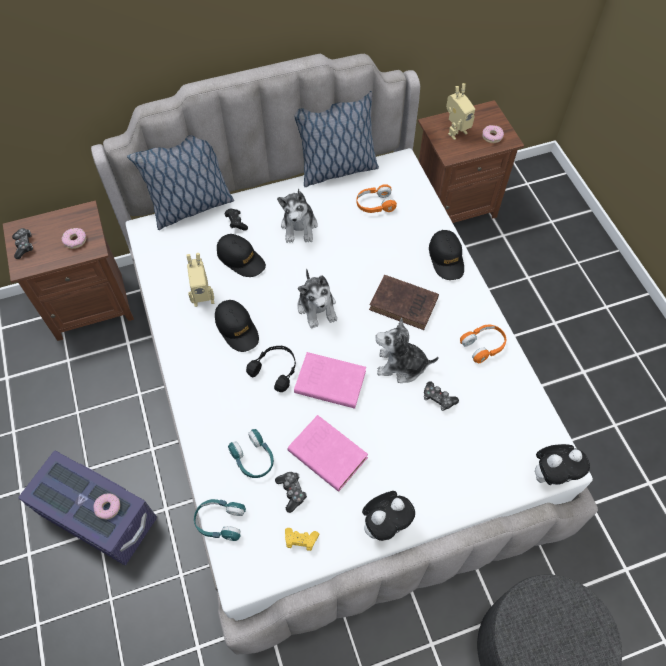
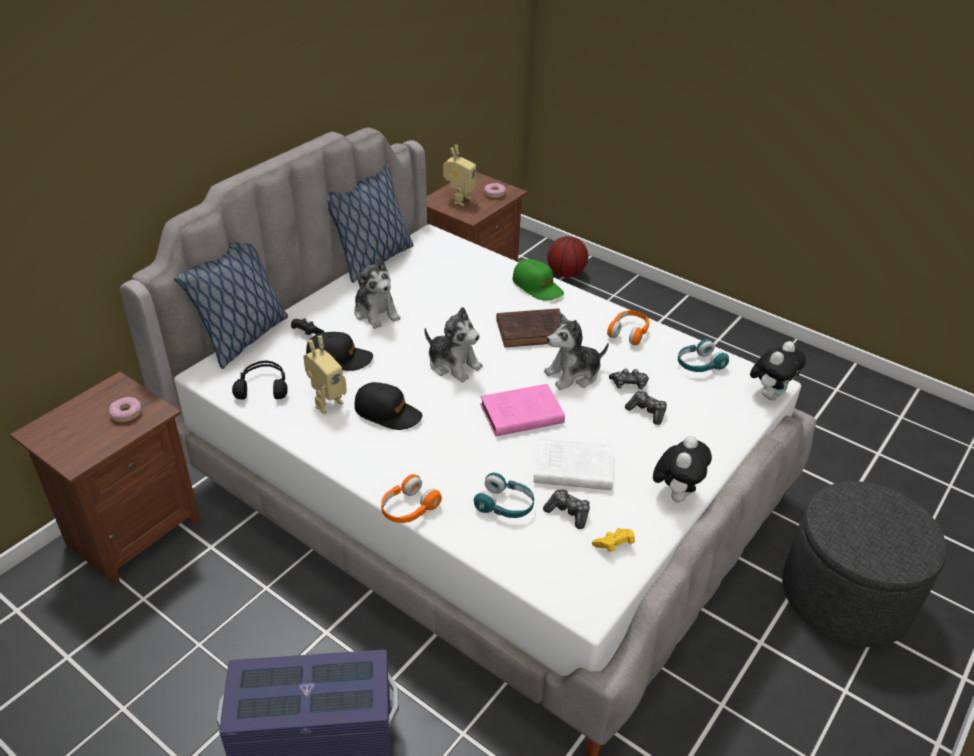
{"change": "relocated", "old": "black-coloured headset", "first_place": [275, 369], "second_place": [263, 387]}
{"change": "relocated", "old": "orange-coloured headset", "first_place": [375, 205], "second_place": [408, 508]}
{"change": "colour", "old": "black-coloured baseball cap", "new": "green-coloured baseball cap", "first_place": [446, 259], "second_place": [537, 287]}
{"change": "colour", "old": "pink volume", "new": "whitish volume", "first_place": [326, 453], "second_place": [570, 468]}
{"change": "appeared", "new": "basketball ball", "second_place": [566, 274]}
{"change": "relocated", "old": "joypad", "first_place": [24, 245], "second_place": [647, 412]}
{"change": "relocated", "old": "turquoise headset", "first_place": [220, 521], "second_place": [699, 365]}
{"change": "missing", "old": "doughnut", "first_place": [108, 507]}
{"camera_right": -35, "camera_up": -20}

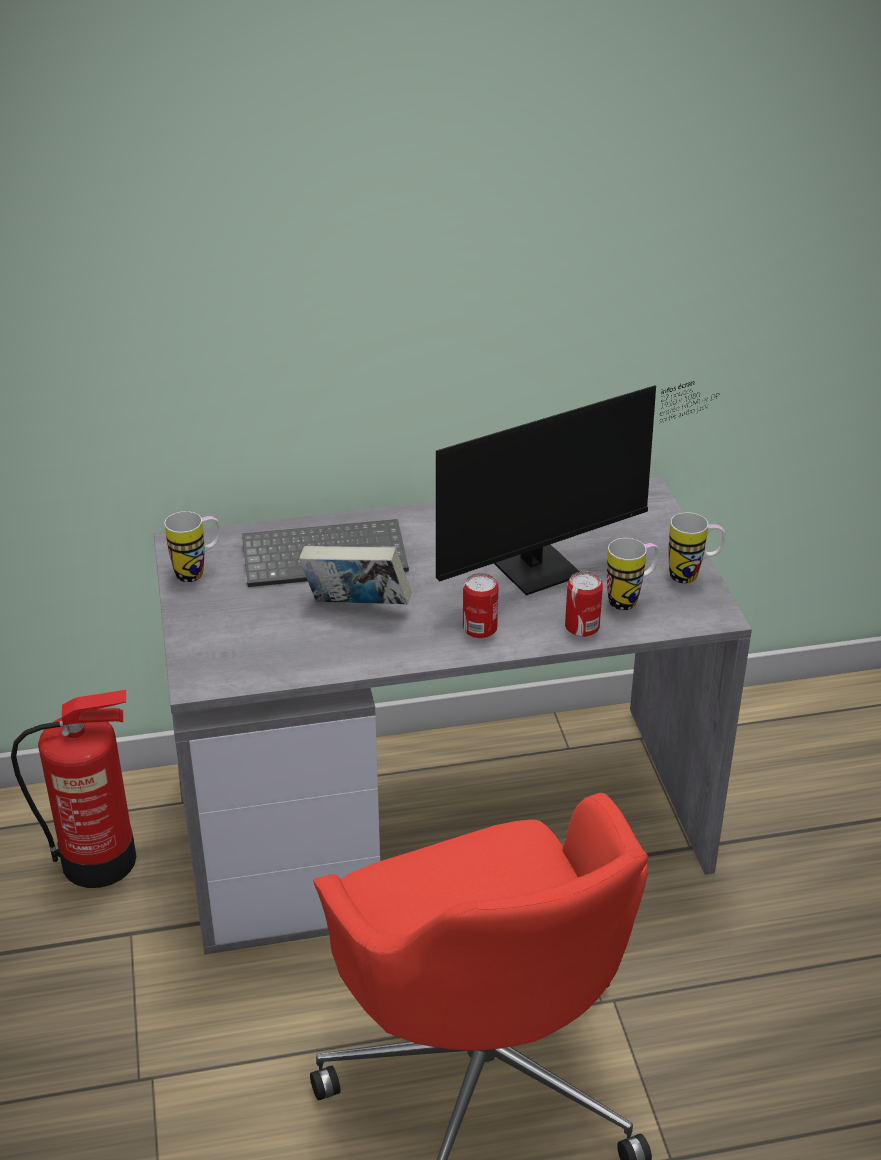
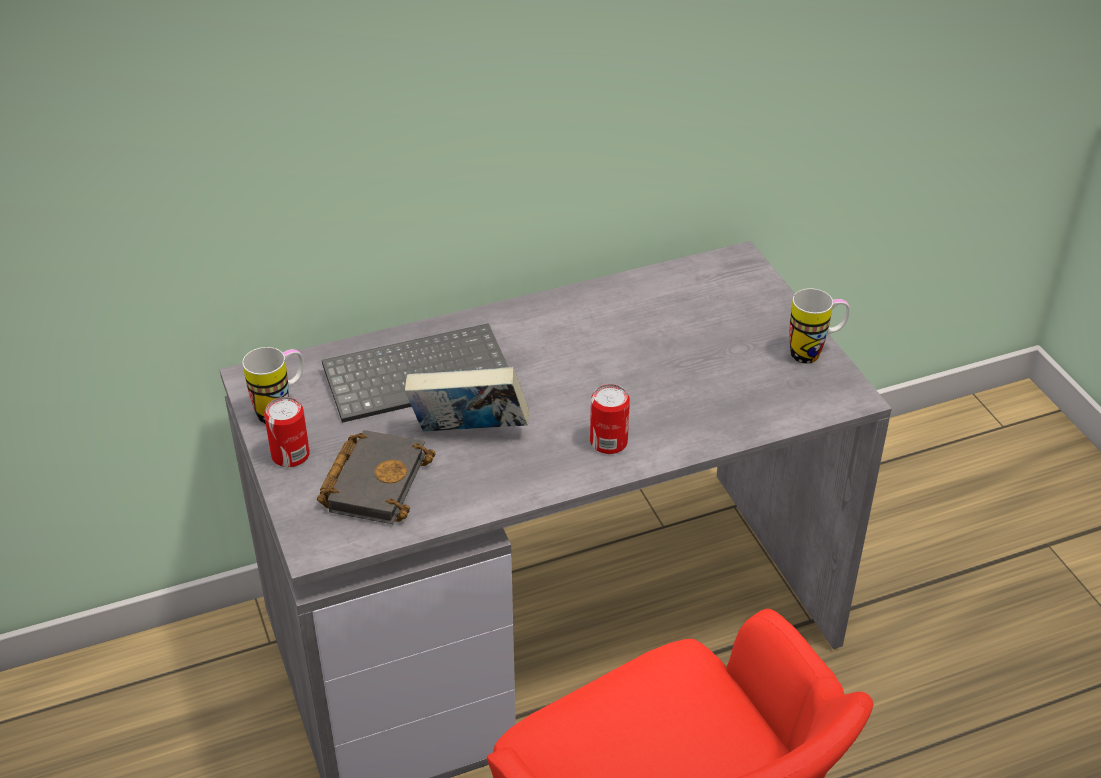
{"change": "relocated", "old": "can", "first_place": [582, 627], "second_place": [290, 455]}
{"change": "appeared", "new": "black-coloured volume", "second_place": [374, 481]}
{"change": "missing", "old": "fire-fighting cylinder", "first_place": [101, 860]}
{"change": "missing", "old": "monitor", "first_place": [549, 566]}
{"change": "missing", "old": "tea mug", "first_place": [630, 599]}
{"camera_right": -10, "camera_up": 5}

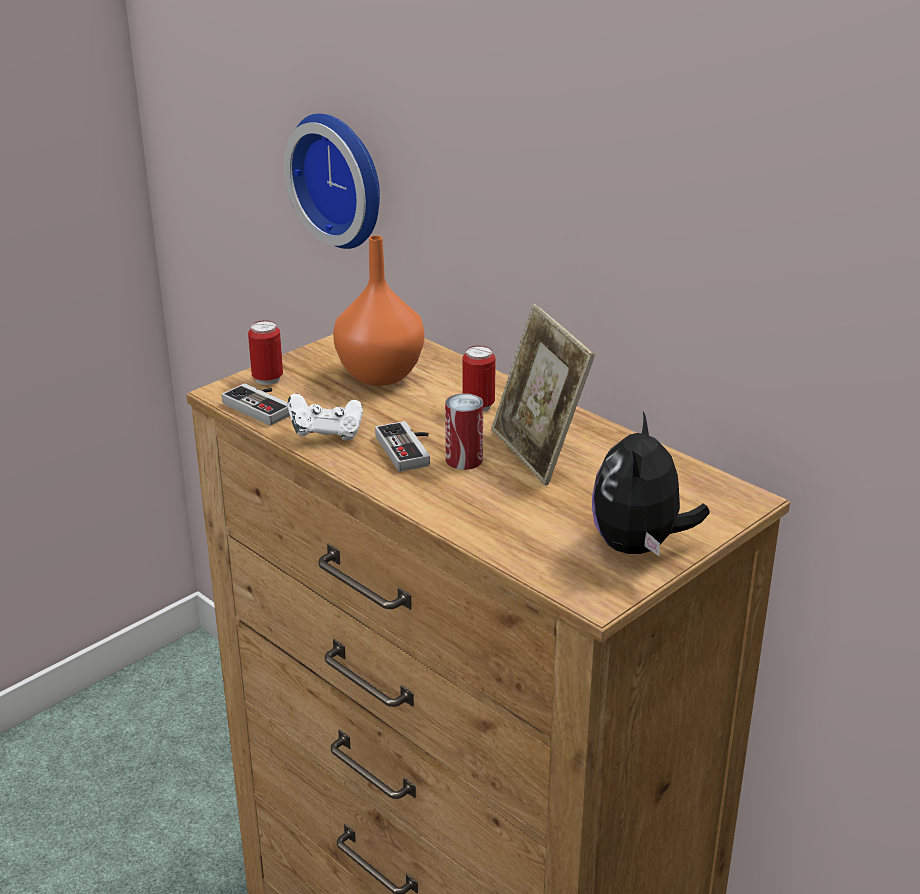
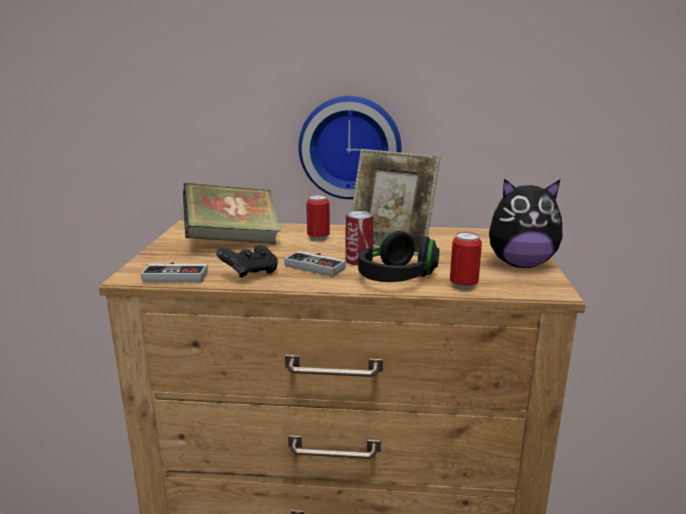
{"change": "exchanged", "old": "orange-coloured flower vase", "new": "volume", "first_place": [380, 376], "second_place": [233, 241]}
{"change": "colour", "old": "whitish joypad", "new": "black-coloured joypad", "first_place": [326, 434], "second_place": [250, 274]}
{"change": "relocated", "old": "clock on the wall", "first_place": [342, 179], "second_place": [350, 147]}
{"change": "appeared", "new": "black-coloured headset", "second_place": [396, 278]}
{"change": "relocated", "old": "can", "first_place": [267, 379], "second_place": [463, 285]}
{"change": "spun", "old": "soft toy", "first_place": [639, 546], "second_place": [520, 264], "degrees": -60}
{"camera_right": -40, "camera_up": -10}

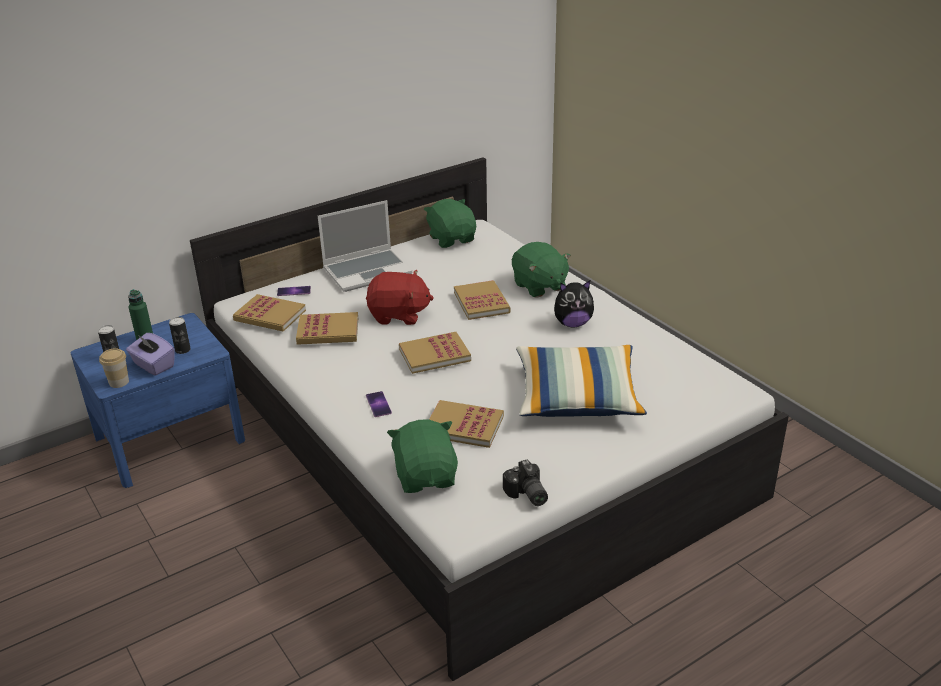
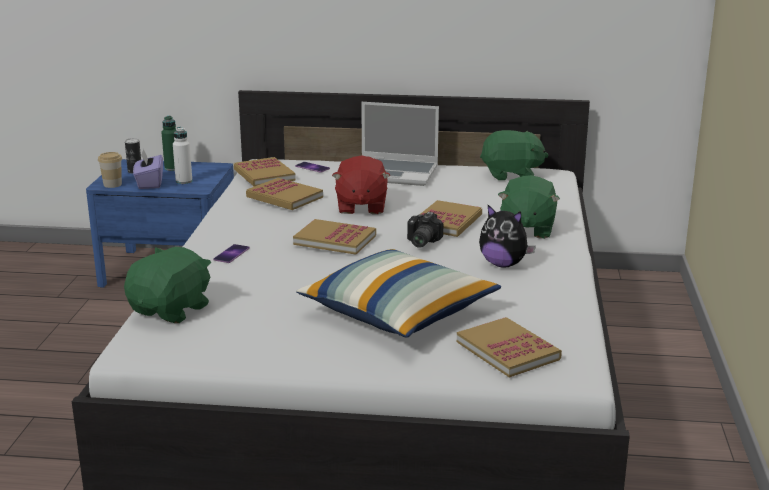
{"change": "exchanged", "old": "can", "new": "whitish bottle", "first_place": [182, 350], "second_place": [184, 181]}
{"change": "spun", "old": "red soft toy", "first_place": [399, 315], "second_place": [360, 207], "degrees": 45}
{"change": "relocated", "old": "still camera", "first_place": [526, 495], "second_place": [420, 242]}
{"change": "relocated", "old": "volume", "first_place": [464, 426], "second_place": [507, 350]}
{"change": "spun", "old": "green-coloured soft toy", "first_place": [452, 239], "second_place": [511, 175], "degrees": 75}
{"camera_right": 40, "camera_up": -10}

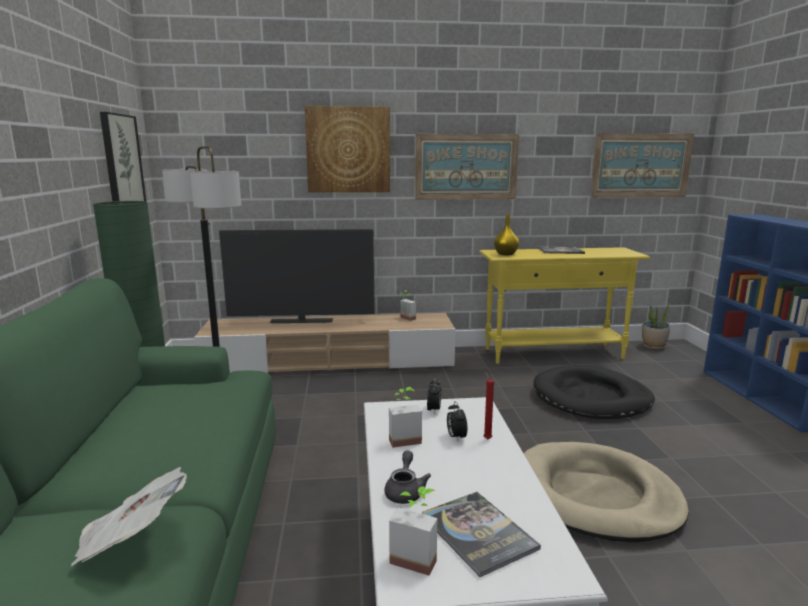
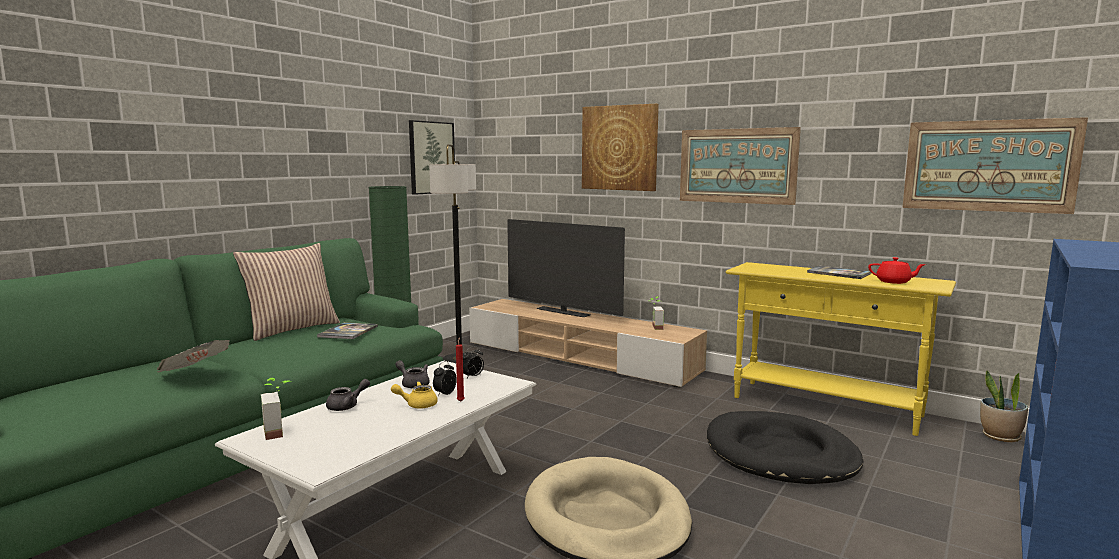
{"change": "appeared", "new": "throw pillow", "second_place": [292, 329]}
{"change": "relocated", "old": "volume", "first_place": [478, 532], "second_place": [348, 332]}
{"change": "appeared", "new": "yellow tea pot", "second_place": [417, 405]}
{"change": "exchanged", "old": "potted plant", "new": "grey tea pot", "first_place": [403, 438], "second_place": [413, 384]}
{"change": "appeared", "new": "red tea pot", "second_place": [894, 282]}
{"change": "missing", "old": "yellow flower vase", "first_place": [505, 254]}
{"camera_right": 40, "camera_up": -5}

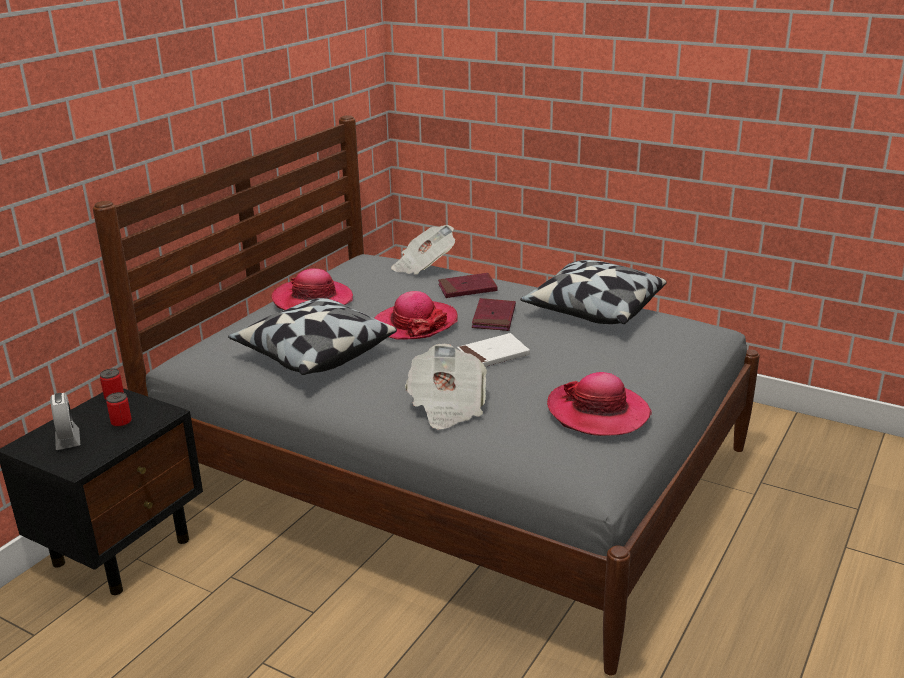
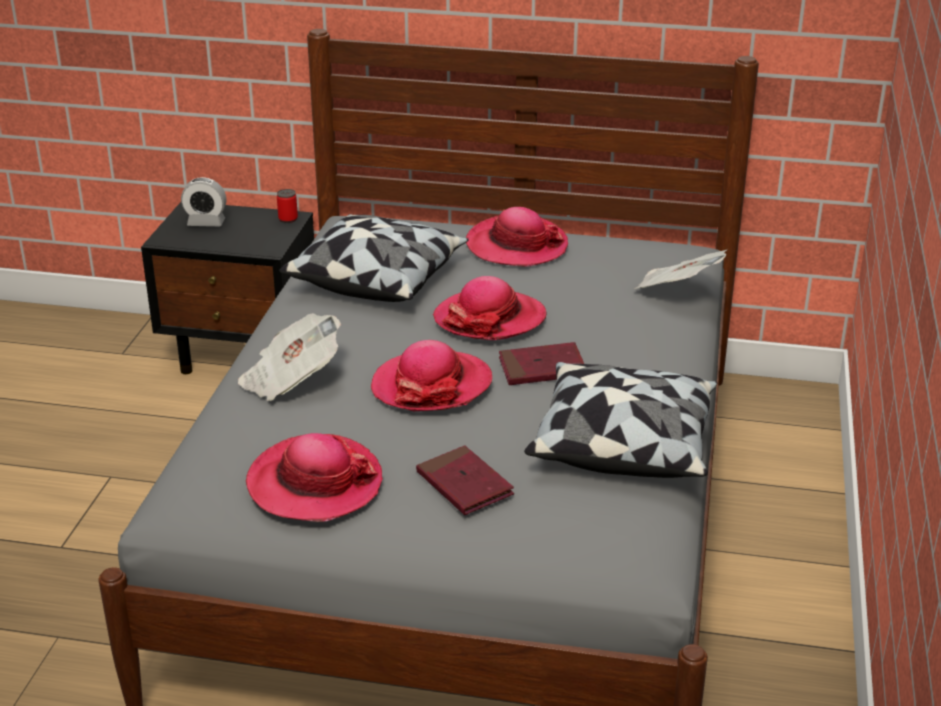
{"change": "spun", "old": "alarm clock", "first_place": [68, 440], "second_place": [206, 223], "degrees": 45}
{"change": "exchanged", "old": "whitish volume", "new": "hat", "first_place": [493, 355], "second_place": [432, 385]}
{"change": "relocated", "old": "red volume", "first_place": [467, 288], "second_place": [464, 484]}
{"change": "missing", "old": "can", "first_place": [121, 423]}
{"camera_right": 70, "camera_up": 5}

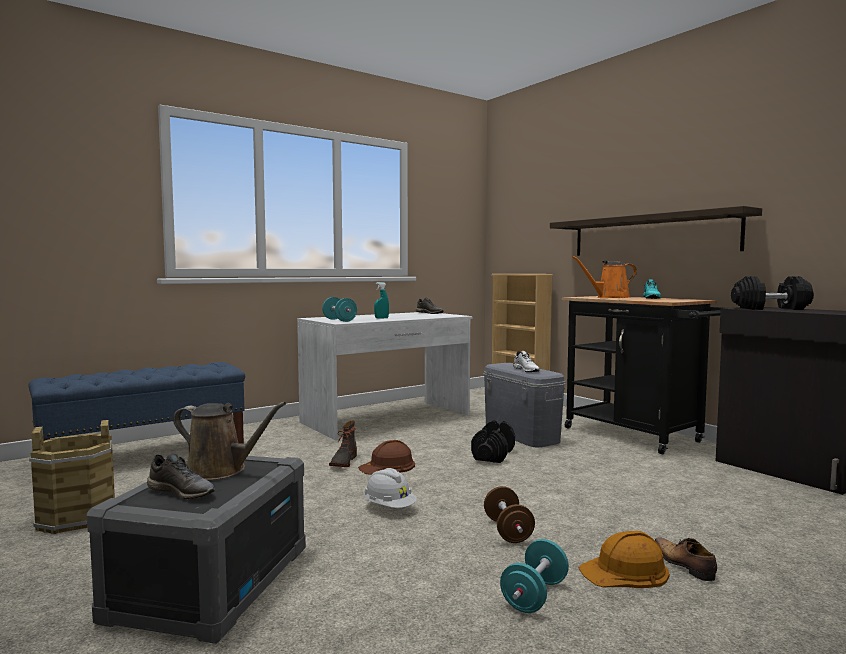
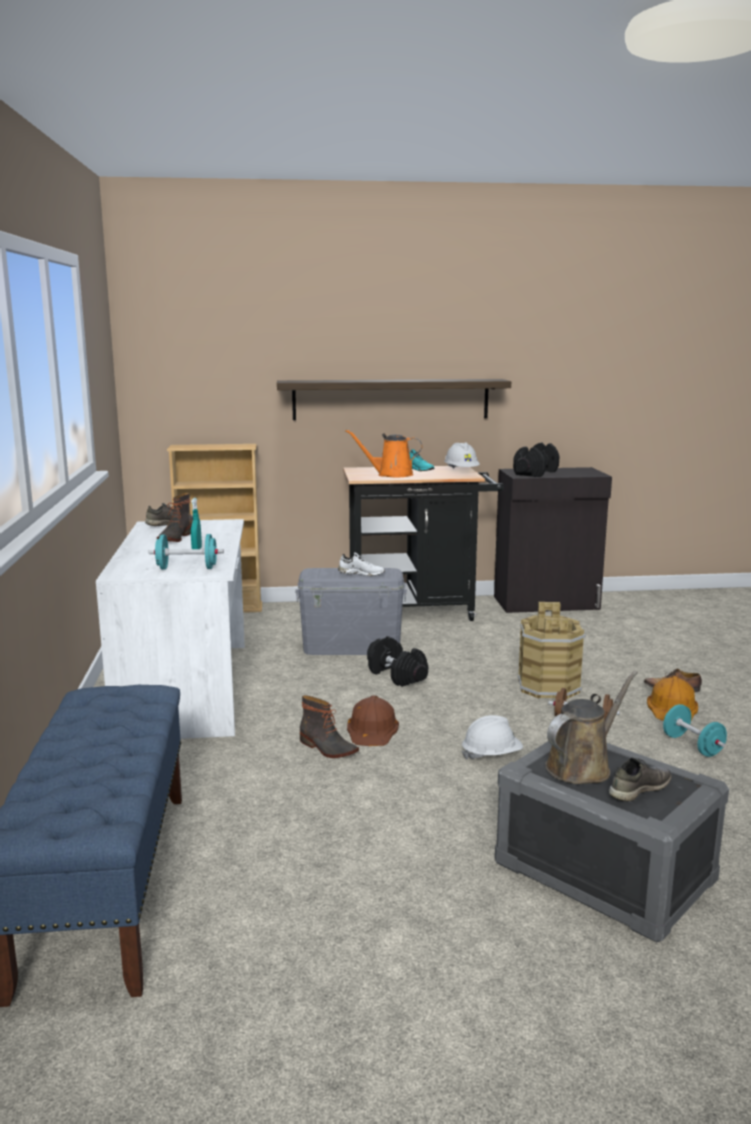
{"change": "appeared", "new": "boot", "second_place": [174, 537]}
{"change": "spun", "old": "orange-coloured watering can", "first_place": [610, 297], "second_place": [391, 475], "degrees": 75}
{"change": "appeared", "new": "whitish work helmet", "second_place": [461, 471]}
{"change": "relocated", "old": "brown-coloured bucket", "first_place": [76, 517], "second_place": [549, 686]}
{"camera_right": -60, "camera_up": 10}

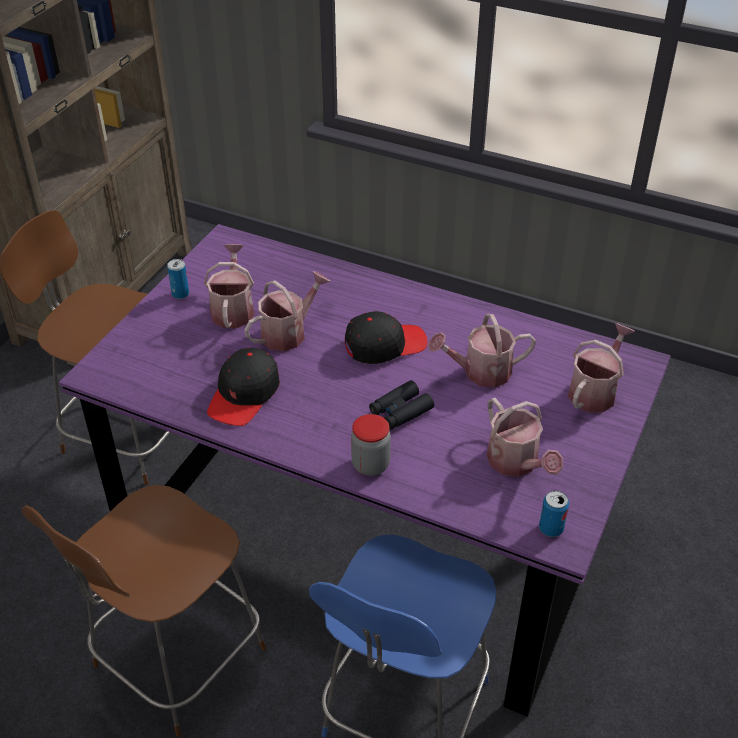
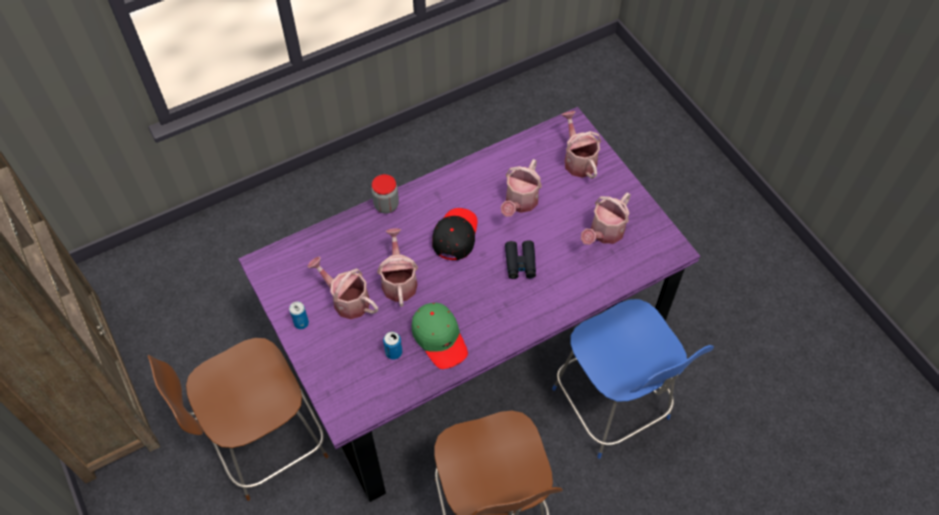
{"change": "relocated", "old": "preserve jar", "first_place": [370, 465], "second_place": [386, 205]}
{"change": "relocated", "old": "can", "first_place": [551, 528], "second_place": [393, 352]}
{"change": "colour", "old": "black-coloured baseball cap", "new": "green-coloured baseball cap", "first_place": [244, 395], "second_place": [439, 338]}
{"change": "spun", "old": "watering can", "first_place": [516, 463], "second_place": [604, 233], "degrees": 120}
{"camera_right": -55, "camera_up": 15}

